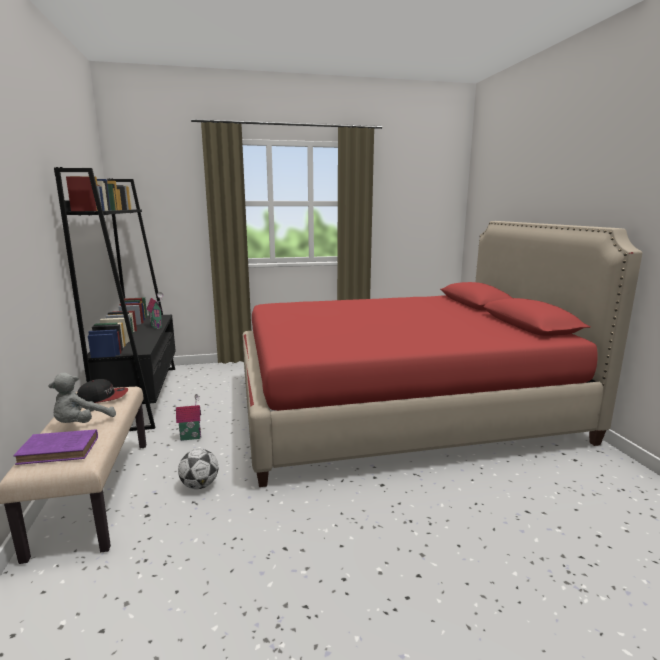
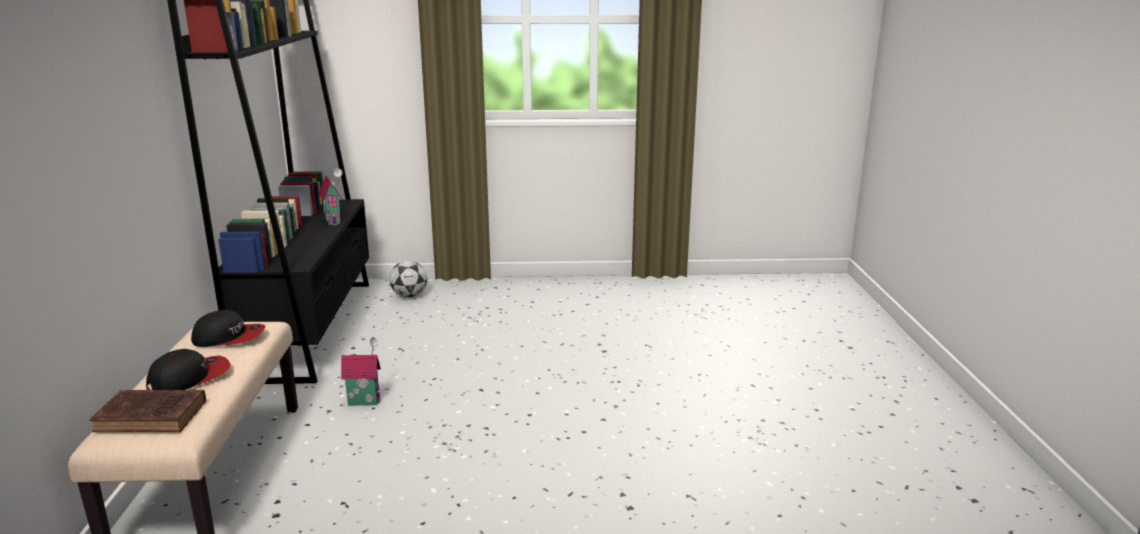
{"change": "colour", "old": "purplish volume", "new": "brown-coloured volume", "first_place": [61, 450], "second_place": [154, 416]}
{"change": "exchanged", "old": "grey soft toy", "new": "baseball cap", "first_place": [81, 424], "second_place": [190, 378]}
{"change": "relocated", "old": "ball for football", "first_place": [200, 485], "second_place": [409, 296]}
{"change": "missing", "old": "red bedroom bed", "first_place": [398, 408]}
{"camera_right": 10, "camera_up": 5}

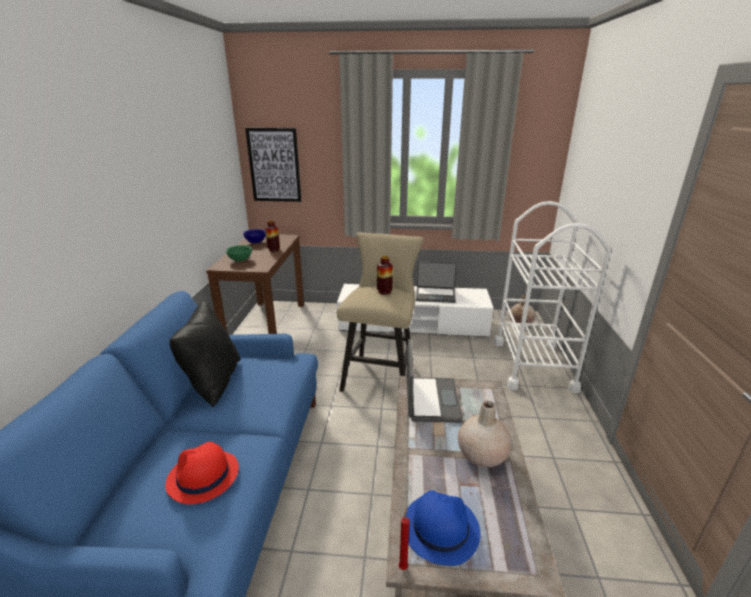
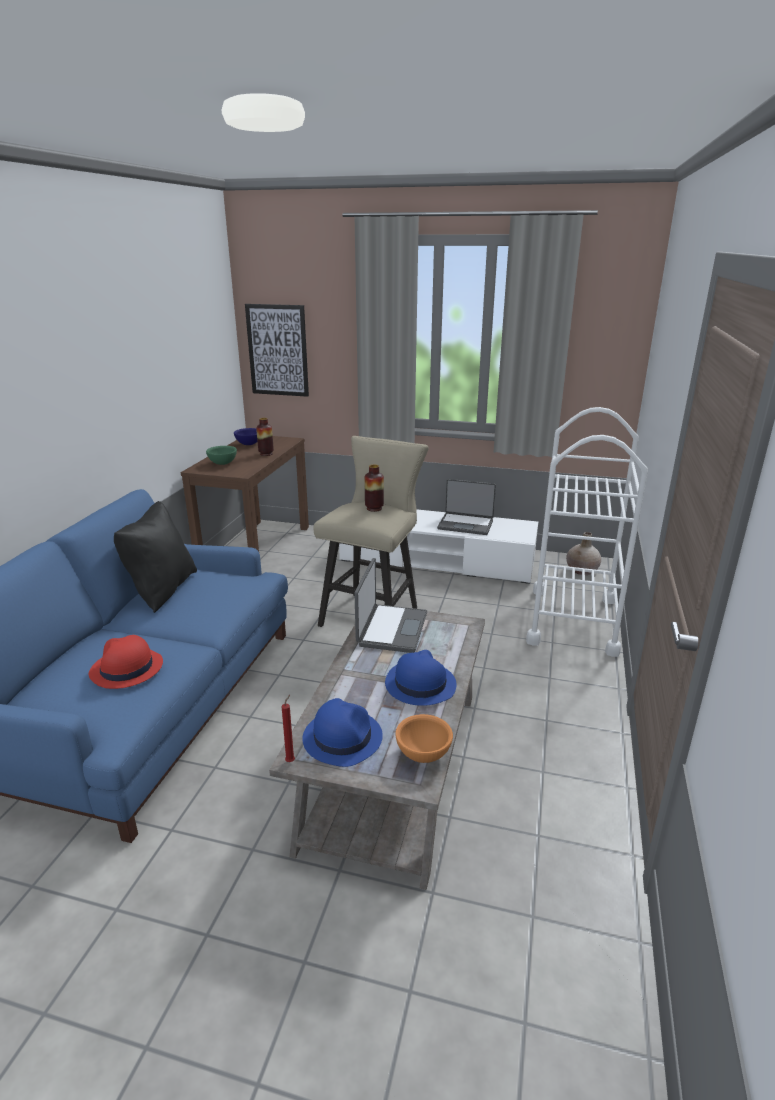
{"change": "exchanged", "old": "beige flower vase", "new": "blue hat", "first_place": [481, 455], "second_place": [419, 684]}
{"change": "appeared", "new": "orange-coloured deep dish", "second_place": [424, 754]}
{"camera_right": 10, "camera_up": 0}

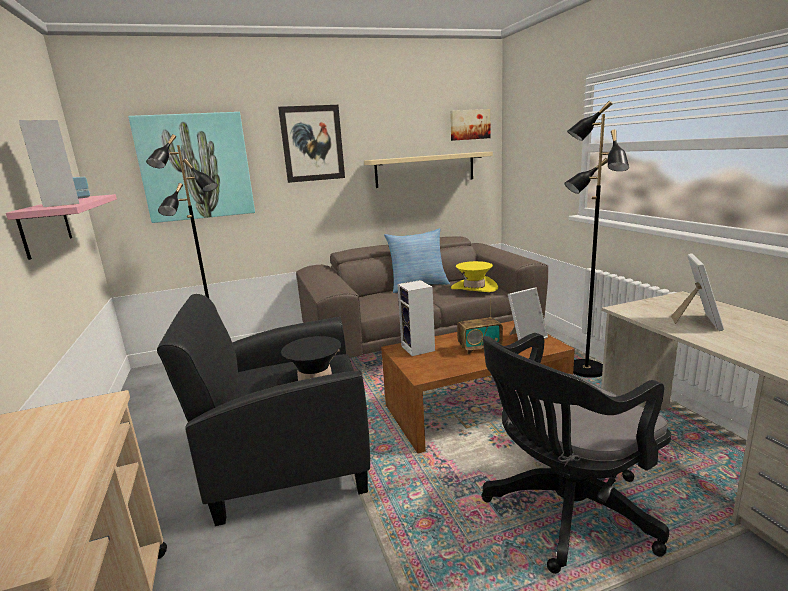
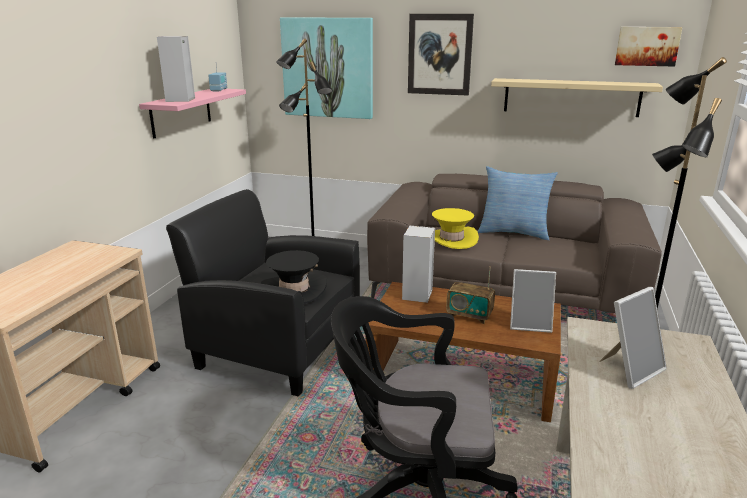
{"change": "relocated", "old": "yellow hat", "first_place": [474, 287], "second_place": [451, 239]}
{"camera_right": 35, "camera_up": 5}

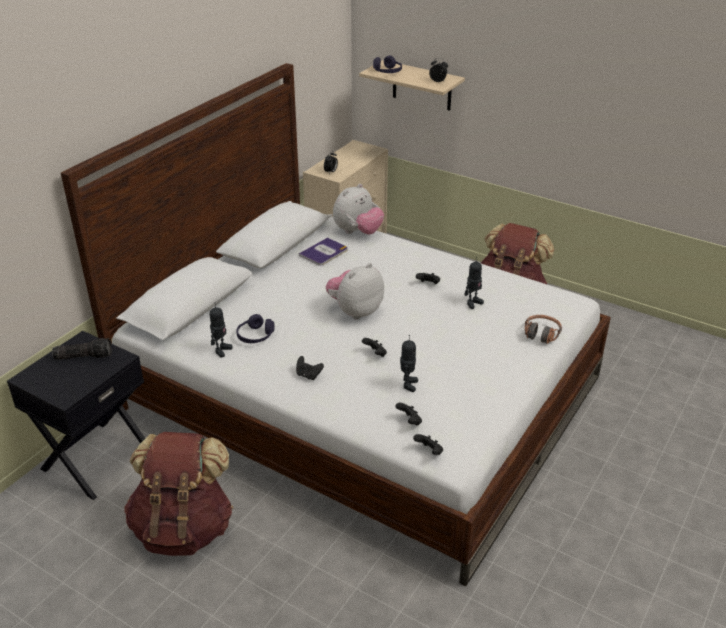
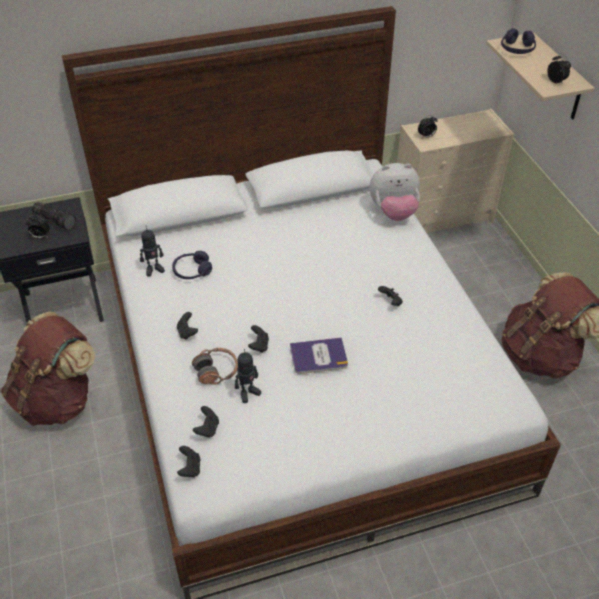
{"change": "appeared", "new": "alarm clock", "second_place": [40, 237]}
{"change": "relocated", "old": "headset", "first_place": [541, 334], "second_place": [216, 371]}
{"change": "relocated", "old": "volume", "first_place": [324, 252], "second_place": [318, 356]}
{"change": "missing", "old": "soft toy", "first_place": [355, 311]}
{"change": "missing", "old": "robot figure", "first_place": [473, 303]}
{"camera_right": 40, "camera_up": 10}

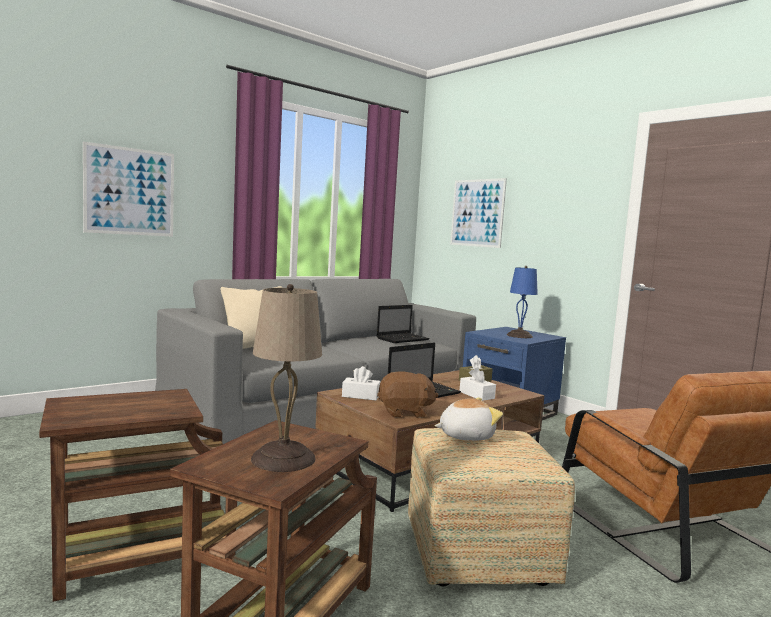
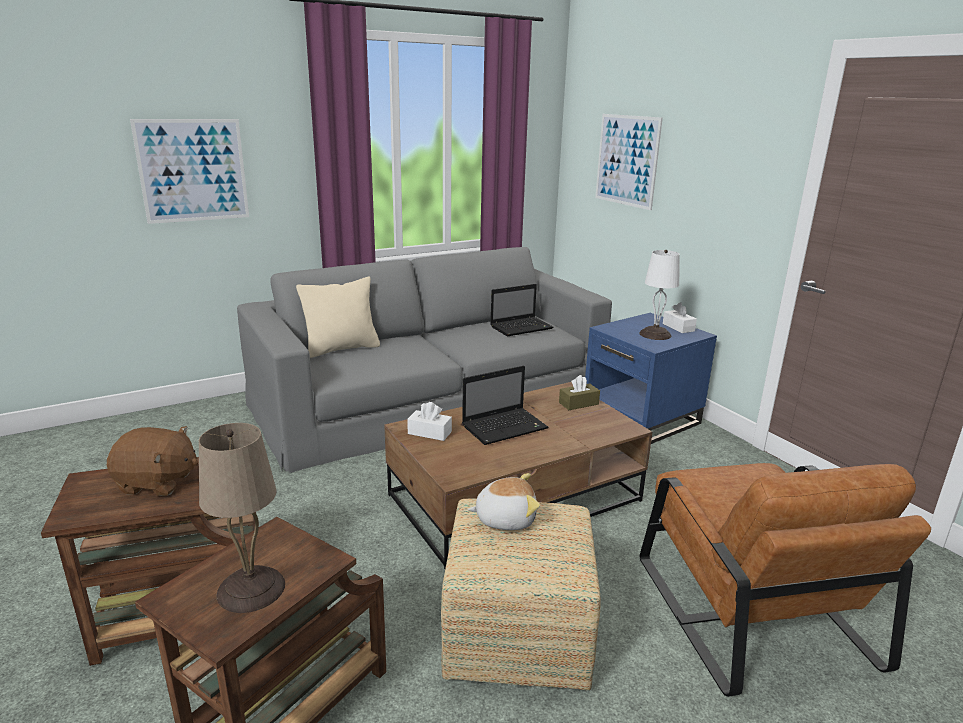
{"change": "relocated", "old": "brown-coloured soft toy", "first_place": [405, 412], "second_place": [157, 482]}
{"change": "colour", "old": "blue table lamp", "new": "whitish table lamp", "first_place": [519, 336], "second_place": [655, 334]}
{"change": "relocated", "old": "whitish tissue box", "first_place": [476, 395], "second_place": [678, 327]}
{"camera_right": 10, "camera_up": 15}

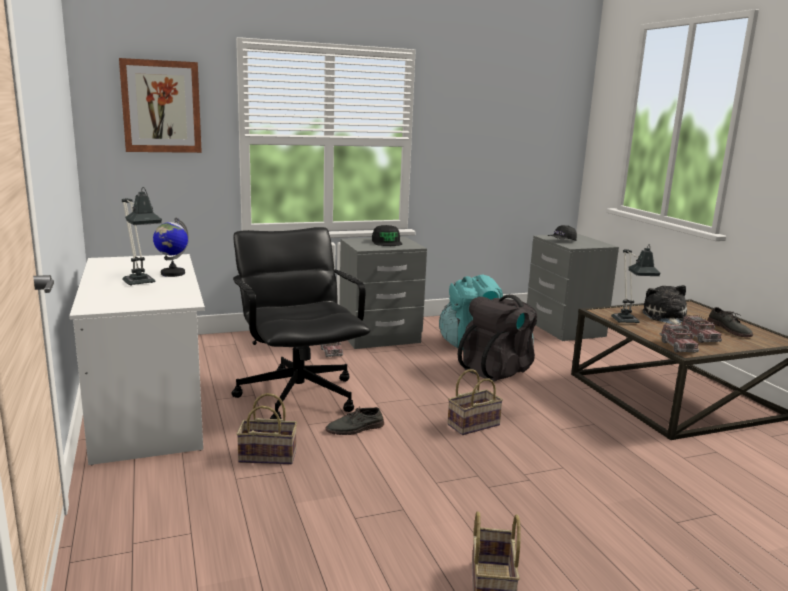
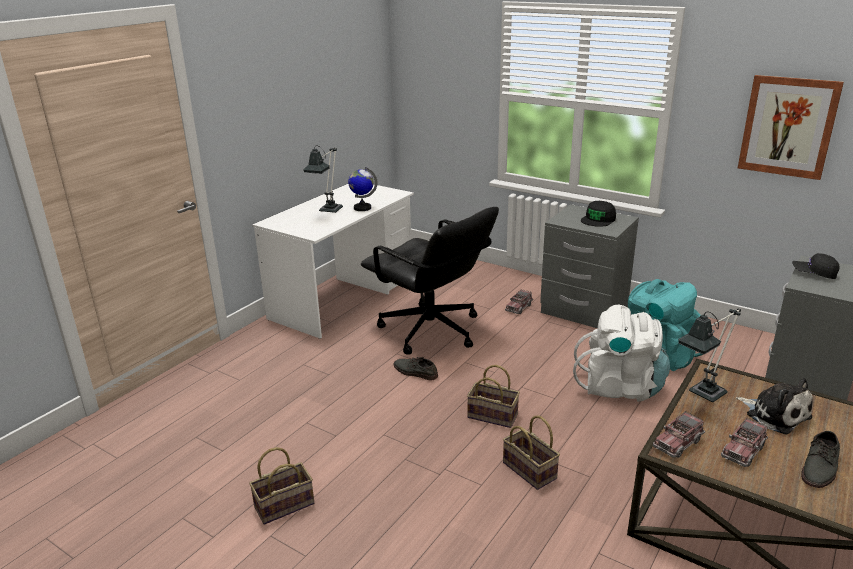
{"change": "spun", "old": "black-coloured office chair", "first_place": [299, 395], "second_place": [430, 331], "degrees": 105}
{"change": "relocated", "old": "household basket", "first_place": [269, 455], "second_place": [531, 470]}
{"change": "colour", "old": "black-coloured rucksack", "new": "whitish rucksack", "first_place": [497, 369], "second_place": [619, 387]}
{"change": "spun", "old": "soft toy", "first_place": [665, 317], "second_place": [775, 414], "degrees": 90}
{"change": "relocated", "old": "wall picture", "first_place": [161, 106], "second_place": [788, 126]}
{"camera_right": 55, "camera_up": 10}

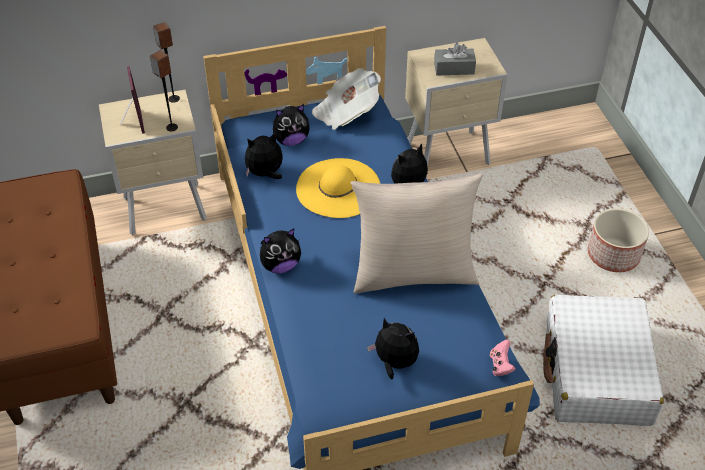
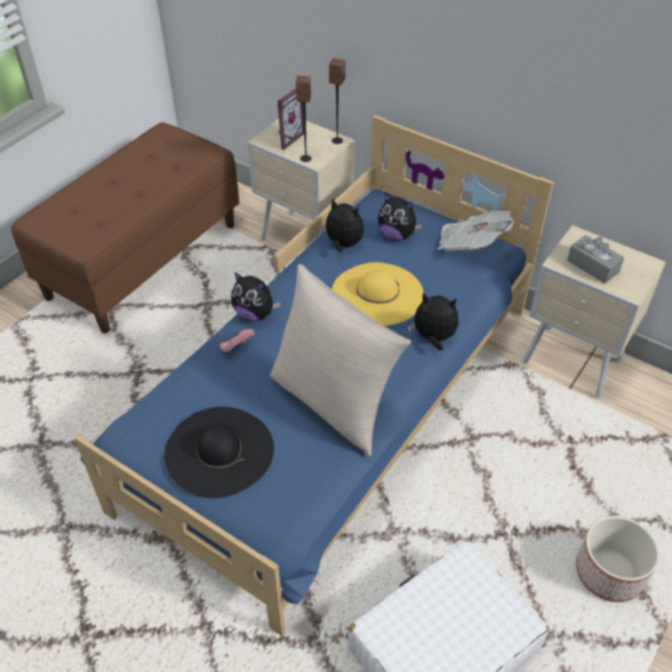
{"change": "exchanged", "old": "soft toy", "new": "black-coloured hat", "first_place": [394, 362], "second_place": [219, 451]}
{"change": "relocated", "old": "pink joypad", "first_place": [500, 365], "second_place": [236, 347]}
{"camera_right": 50, "camera_up": 0}

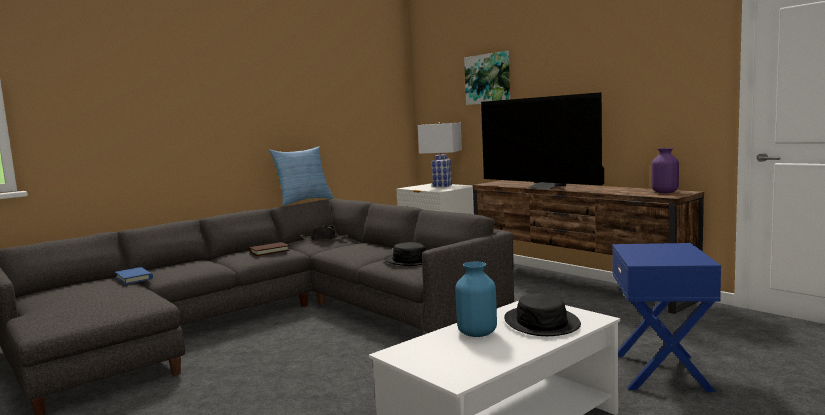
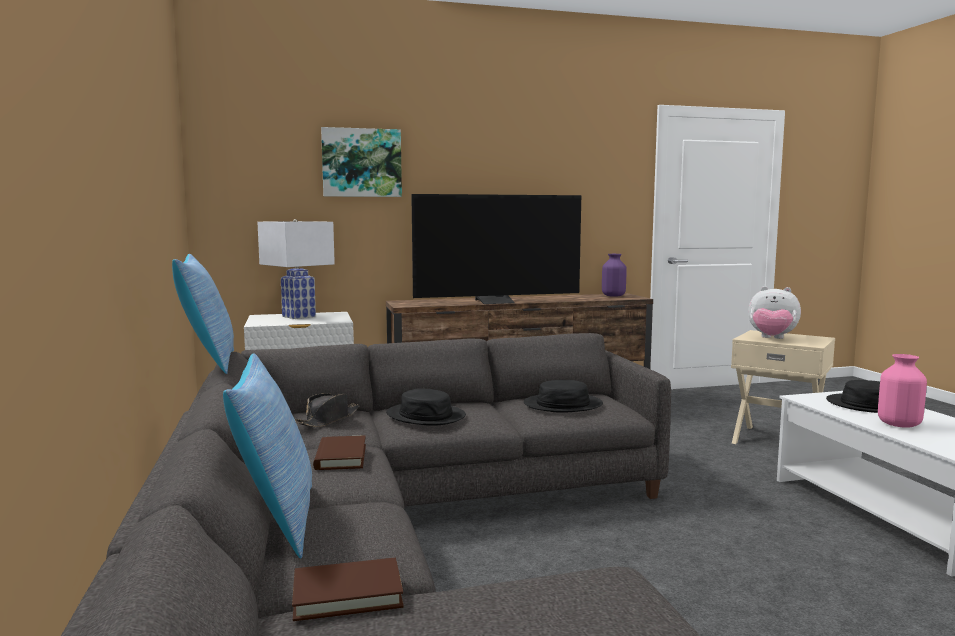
{"change": "appeared", "new": "throw pillow", "second_place": [275, 521]}
{"change": "colour", "old": "blue volume", "new": "brown-coloured volume", "first_place": [134, 278], "second_place": [347, 594]}
{"change": "appeared", "new": "black-coloured hat", "second_place": [426, 416]}
{"change": "colour", "old": "blue end table", "new": "beige end table", "first_place": [662, 372], "second_place": [777, 440]}
{"change": "appeared", "new": "soft toy", "second_place": [772, 338]}
{"change": "colour", "old": "blue flower vase", "new": "pink flower vase", "first_place": [476, 333], "second_place": [899, 424]}
{"camera_right": -65, "camera_up": 0}

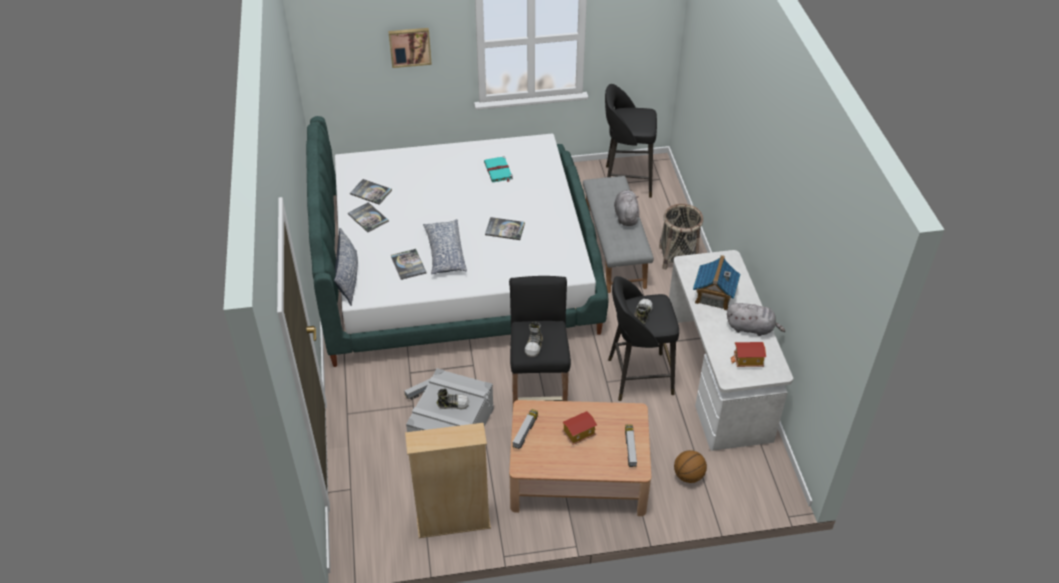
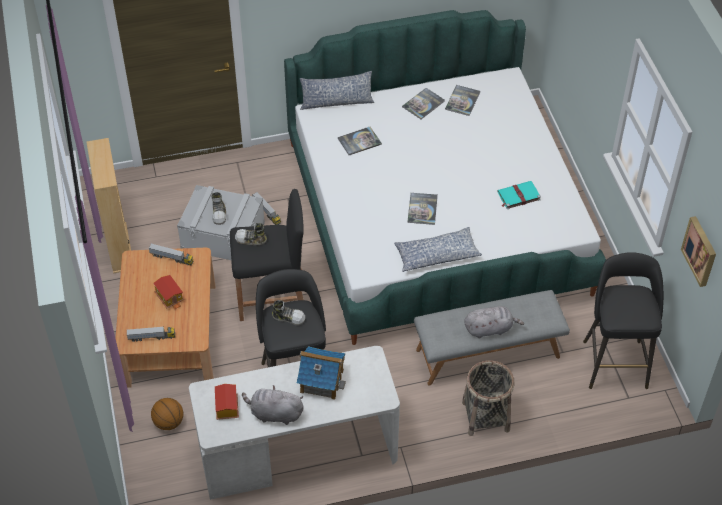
{"change": "spun", "old": "grey soft toy", "first_place": [751, 328], "second_place": [274, 414], "degrees": 90}
{"change": "relocated", "old": "throw pillow", "first_place": [445, 253], "second_place": [436, 255]}
{"change": "relocated", "old": "wall picture", "first_place": [410, 46], "second_place": [700, 251]}
{"camera_right": 85, "camera_up": 5}

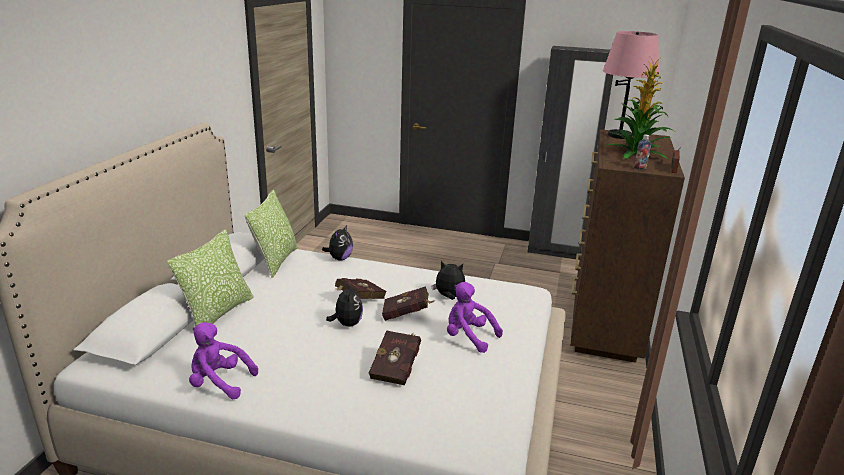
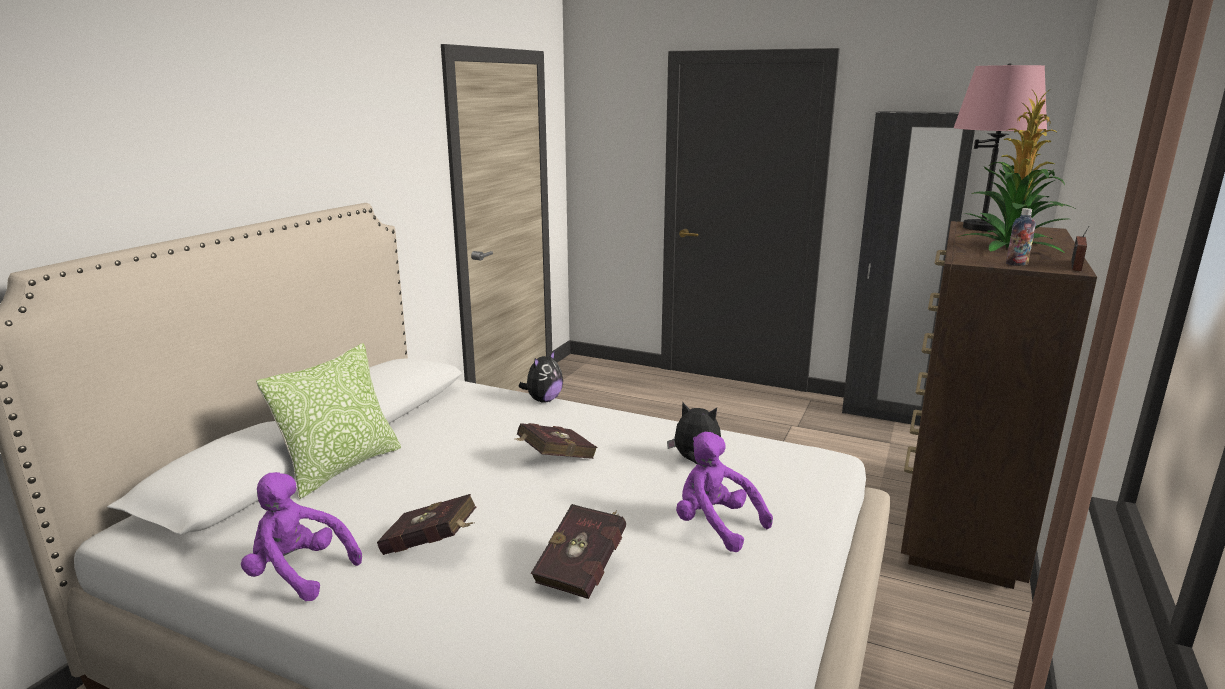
{"change": "relocated", "old": "red volume", "first_place": [407, 315], "second_place": [433, 546]}
{"change": "missing", "old": "throw pillow", "first_place": [276, 261]}
{"change": "missing", "old": "soft toy", "first_place": [347, 324]}
{"camera_right": 10, "camera_up": -5}

